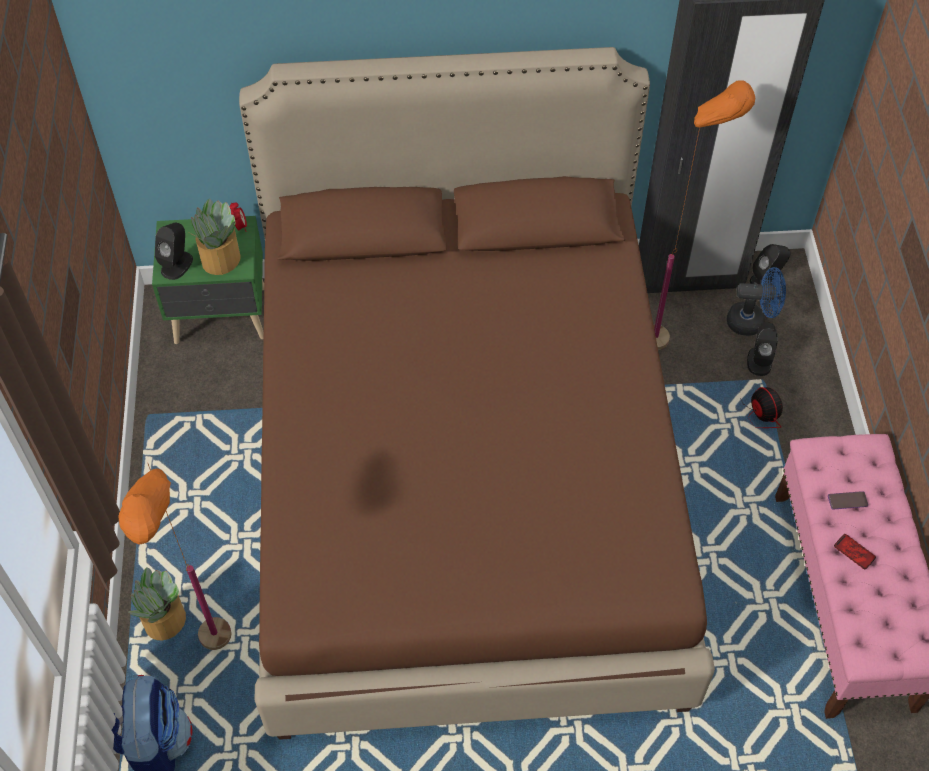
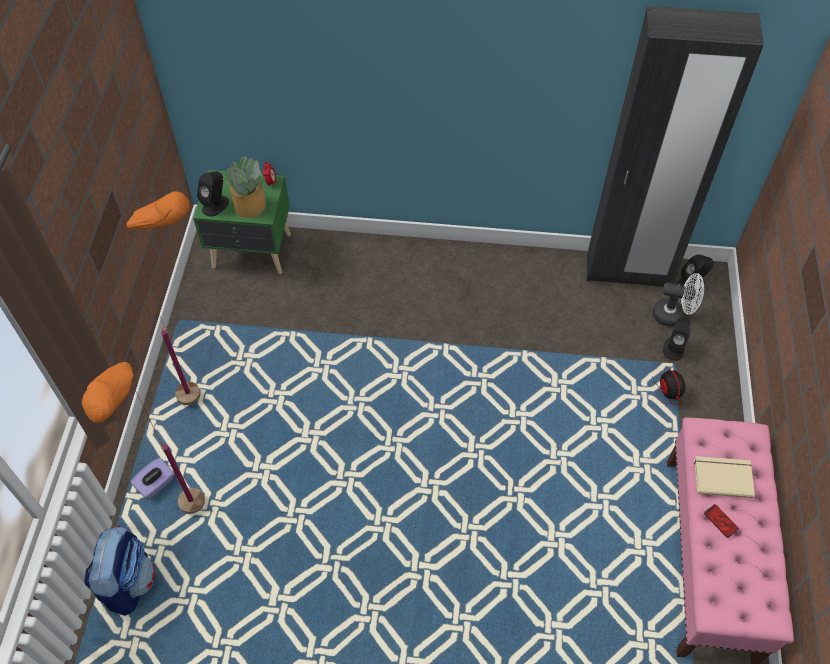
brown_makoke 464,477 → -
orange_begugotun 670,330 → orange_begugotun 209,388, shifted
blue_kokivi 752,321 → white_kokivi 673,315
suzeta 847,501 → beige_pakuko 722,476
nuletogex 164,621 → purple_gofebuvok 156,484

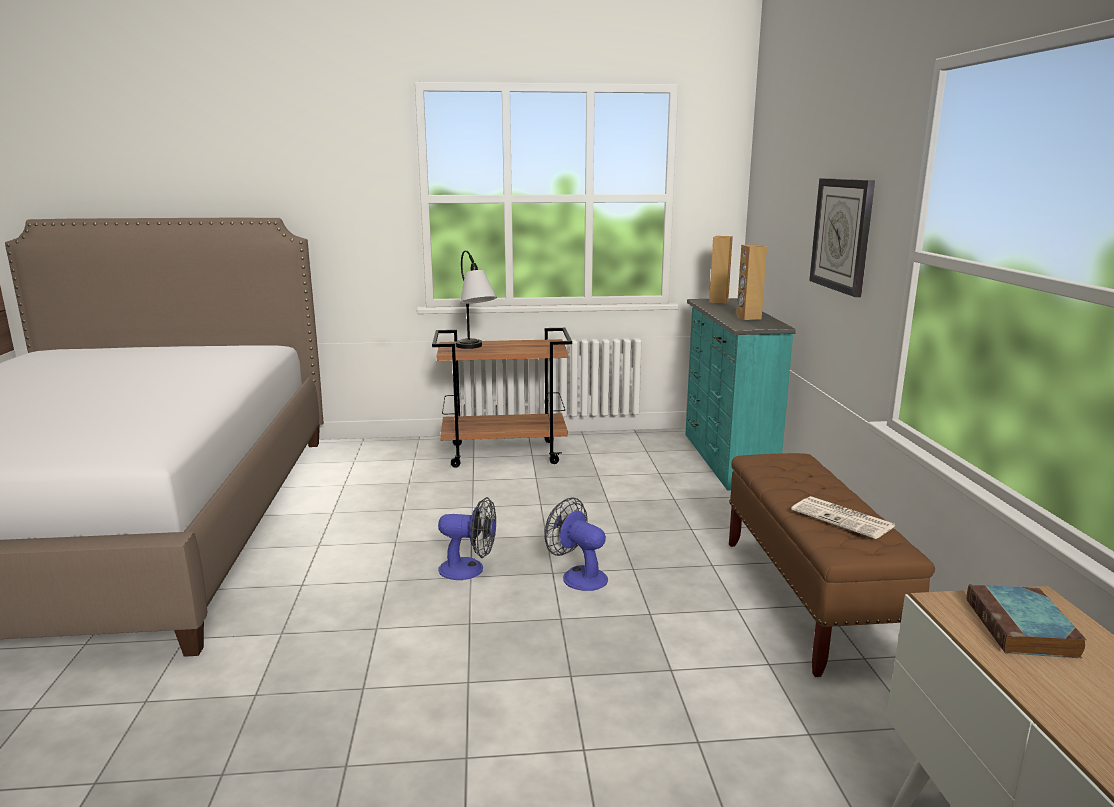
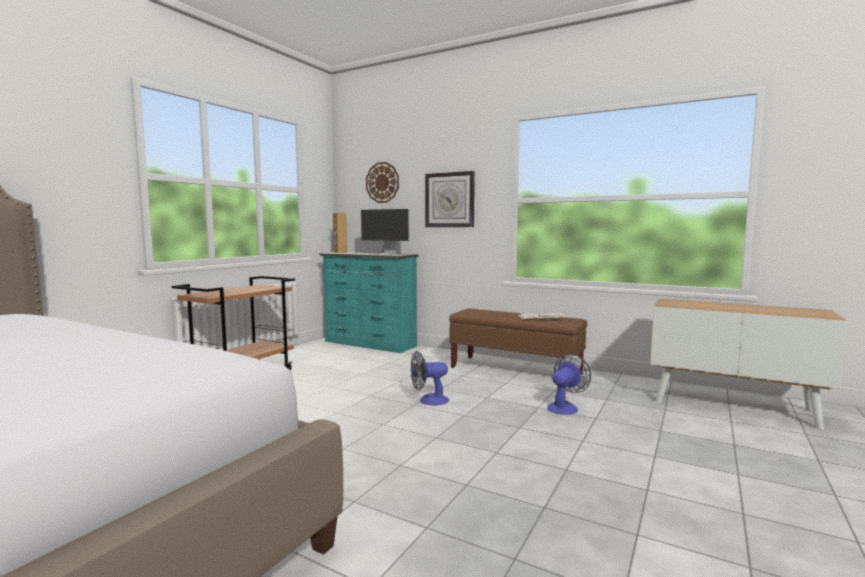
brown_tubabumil 748,317 → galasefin 383,253
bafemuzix 475,349 → -
kokivi 469,570 → kokivi 565,407, shifted
pakuko 1022,629 → -
- → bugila 382,182

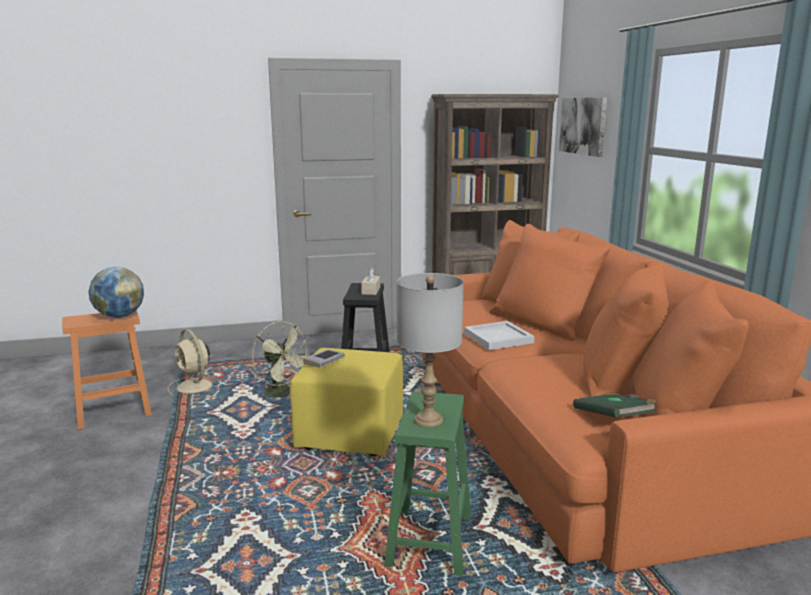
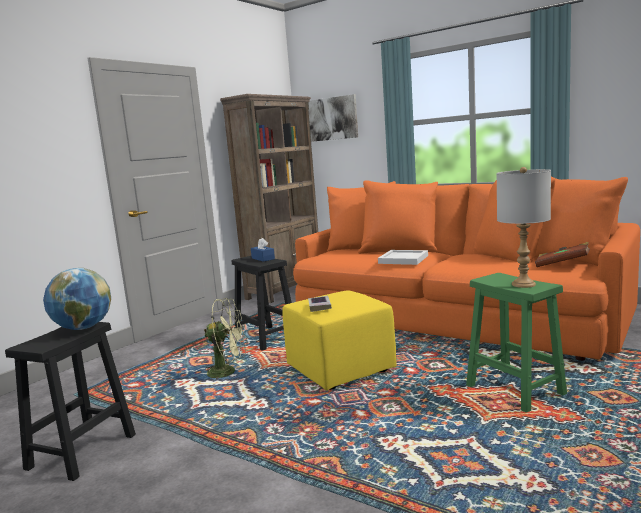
beige_gofebuvok 371,291 → blue_gofebuvok 263,258
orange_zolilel 115,411 → black_zolilel 83,450
beige_kokivi 195,387 → -
green_pakuko 613,419 → brown_pakuko 562,265

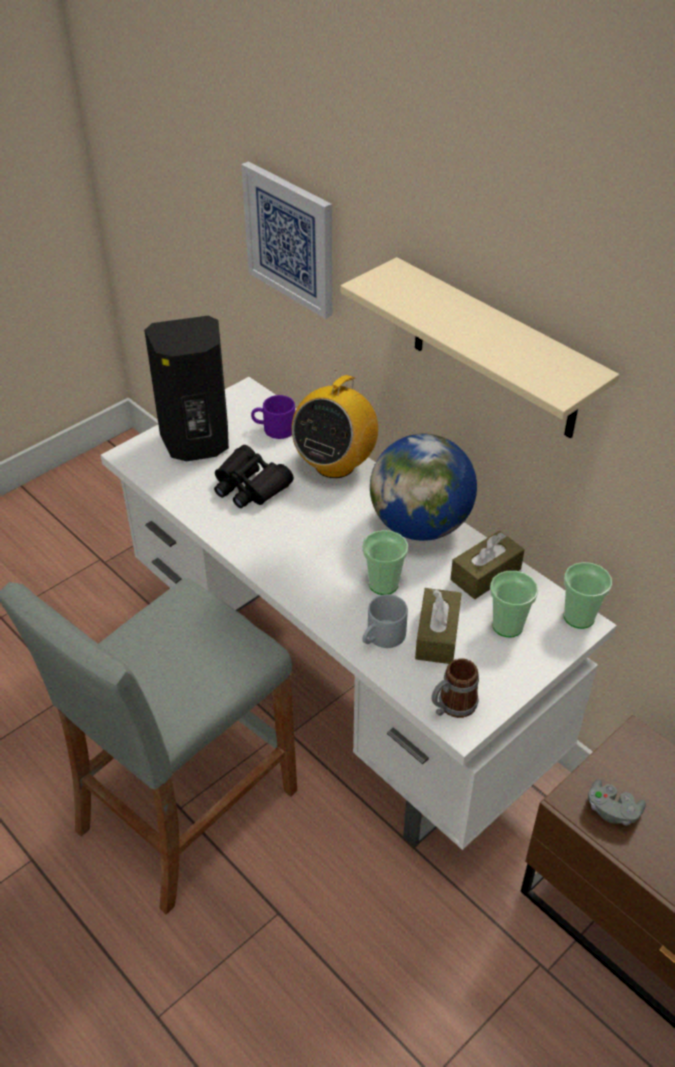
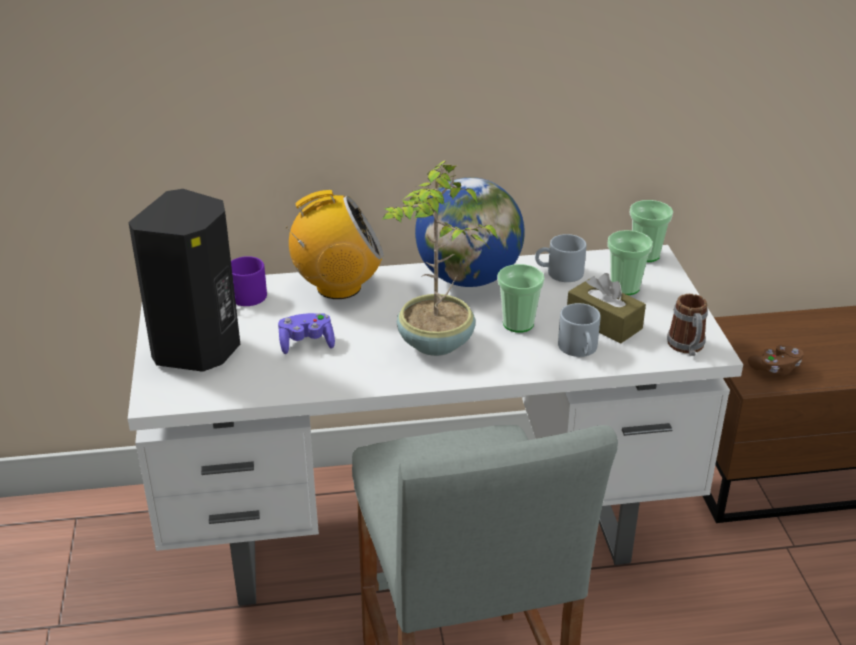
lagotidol 290,239 → -
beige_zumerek 495,351 → -
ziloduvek 335,464 → ziloduvek 338,287, 75 degrees counterclockwise
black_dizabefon 250,486 → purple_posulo 306,343
brown_gofebuvok 485,574 → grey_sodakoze 559,273
grey_posulo 612,810 → brown_posulo 775,369
- → nuletogex 435,344

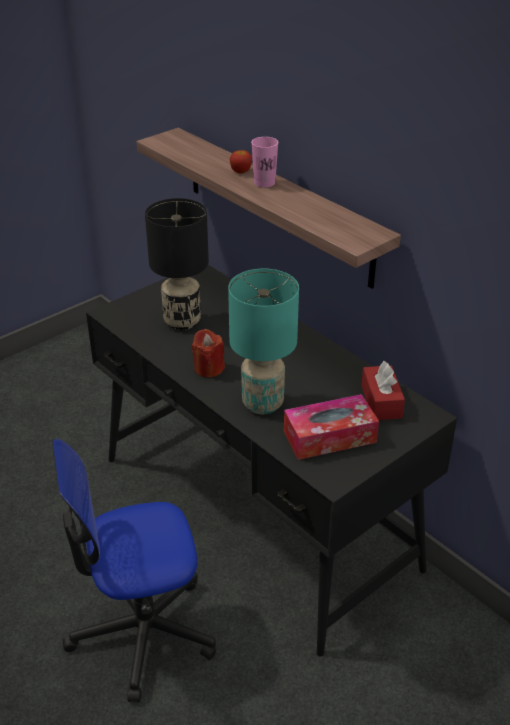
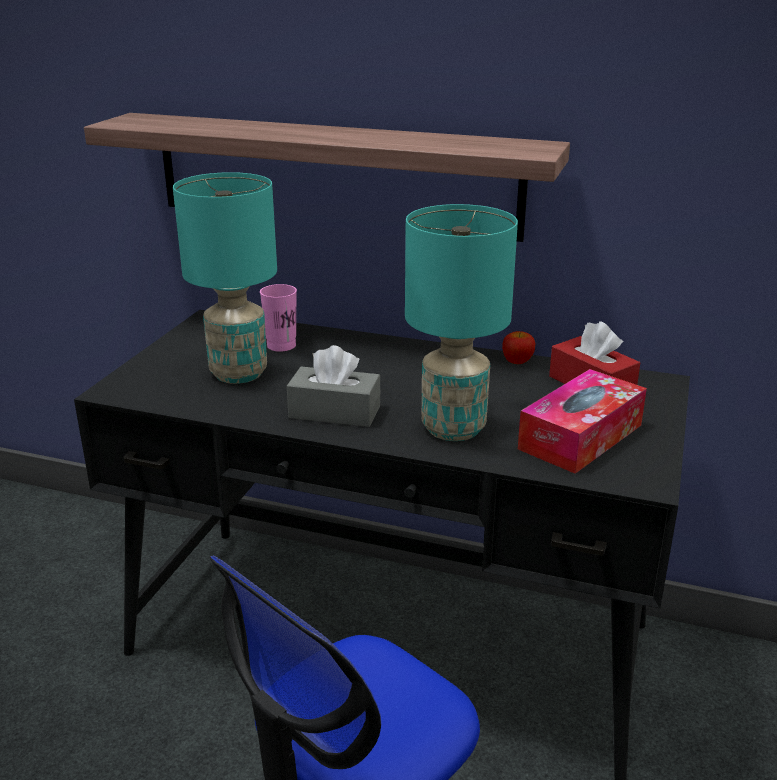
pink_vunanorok 264,183 → pink_vunanorok 281,345, shifted
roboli 241,171 → roboli 517,361, shifted
black_bafemuzix 183,321 → turquoise_bafemuzix 239,373
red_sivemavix 208,368 → grey_gofebuvok 334,412

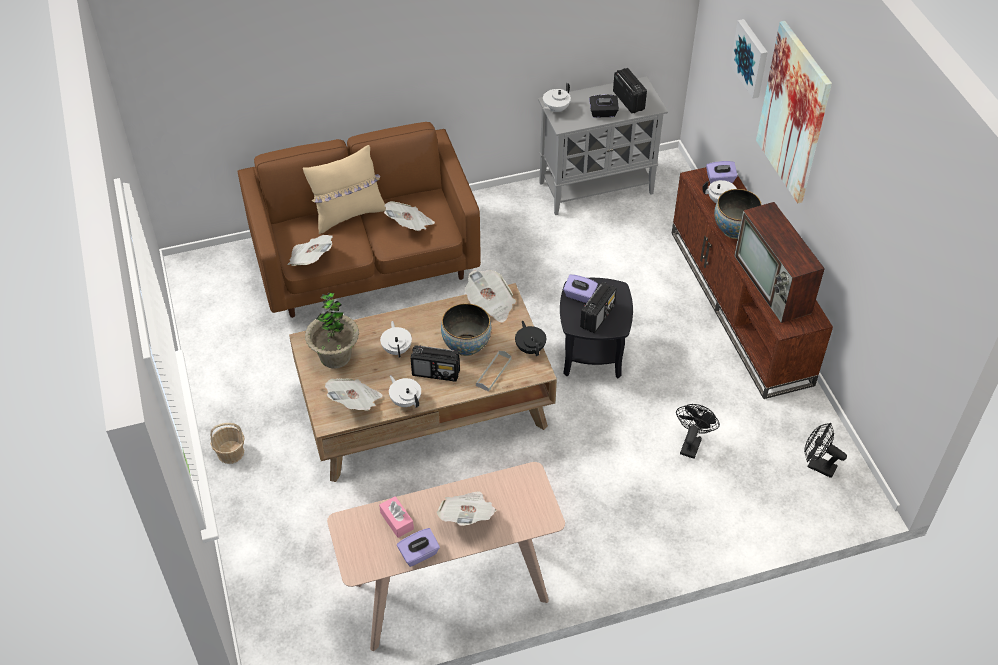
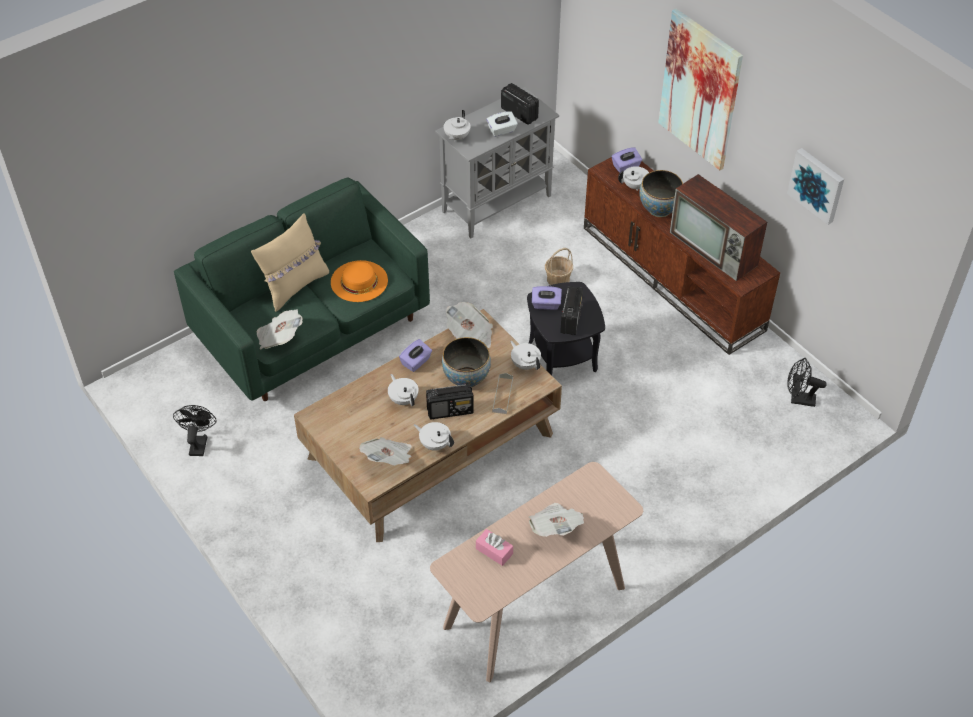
lagotidol 751,58 → lagotidol 817,185, shifted
black_gofebuvok 603,113 → white_gofebuvok 502,130
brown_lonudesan 366,263 → green_lonudesan 313,330
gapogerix 410,225 → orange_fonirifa 359,281
nuletogex 335,356 → -
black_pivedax 530,348 → white_pivedax 525,364
black_kokivi 691,443 → black_kokivi 198,443, shifted
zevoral 230,452 → zevoral 558,279, shifted
purple_gofebuvok 419,554 → purple_gofebuvok 416,362, shifted

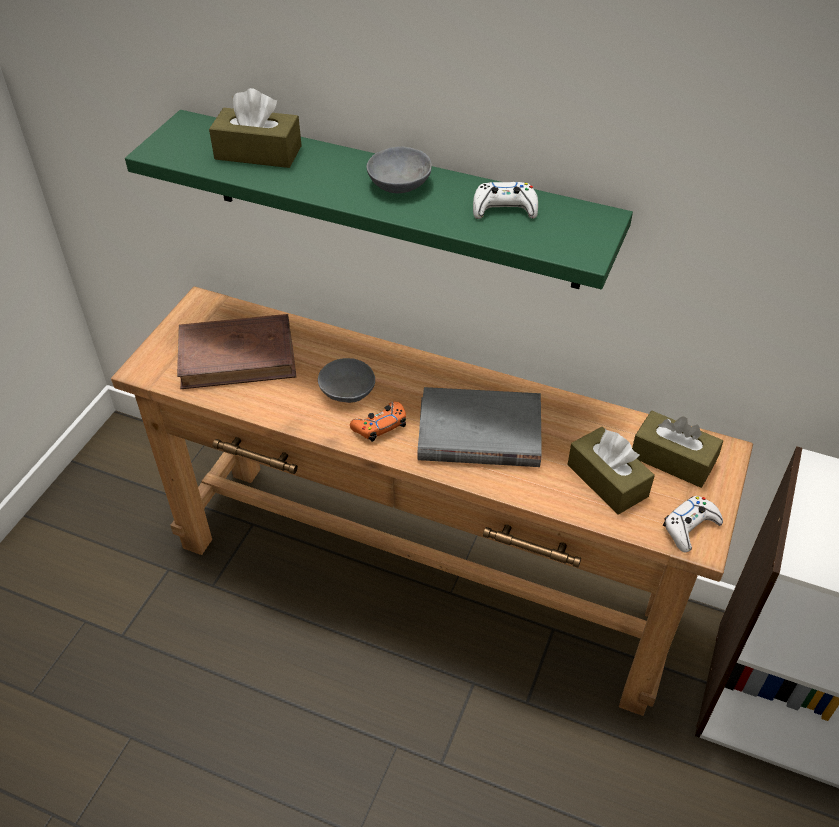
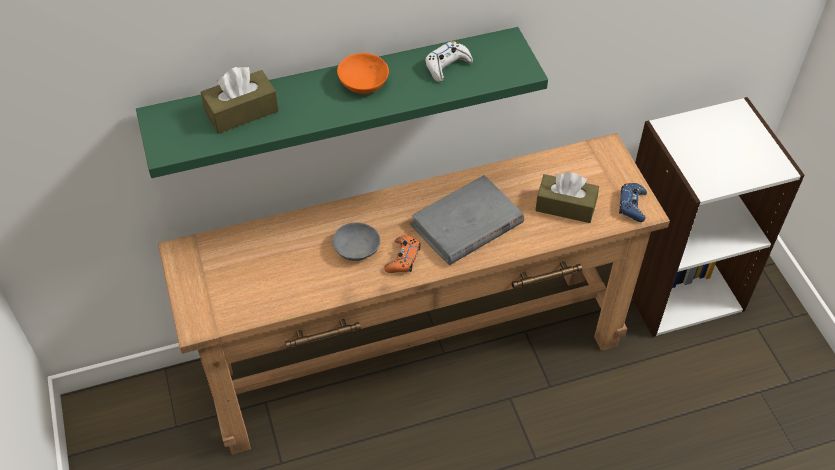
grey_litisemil 397,182 → orange_litisemil 361,83
brown_pakuko 238,356 → -
brown_gofebuvok 672,459 → -
white_posulo 690,527 → blue_posulo 632,205

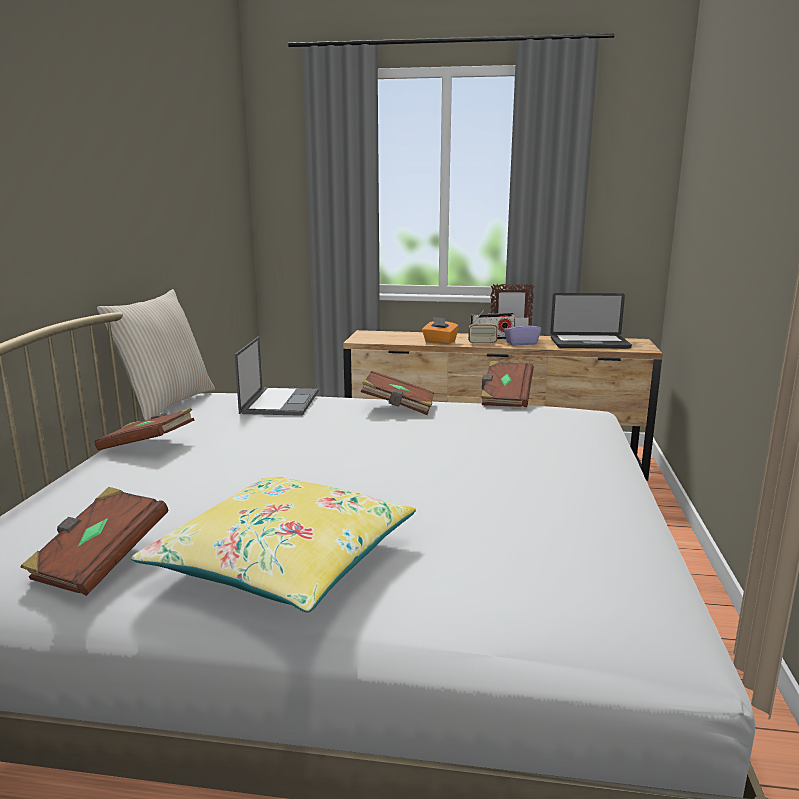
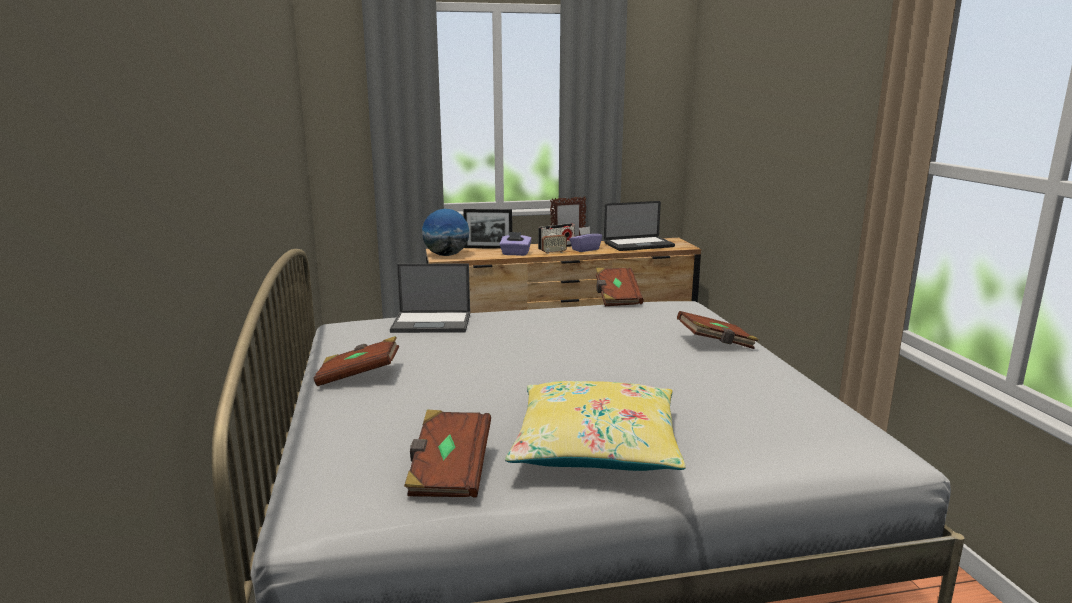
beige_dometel 166,403 → -
orange_gofebuvok 439,342 → purple_gofebuvok 515,254
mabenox 280,402 → mabenox 432,322, 105 degrees clockwise
brown_pakuko 398,407 → brown_pakuko 716,344, shifted
- → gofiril 446,255
- → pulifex 488,248

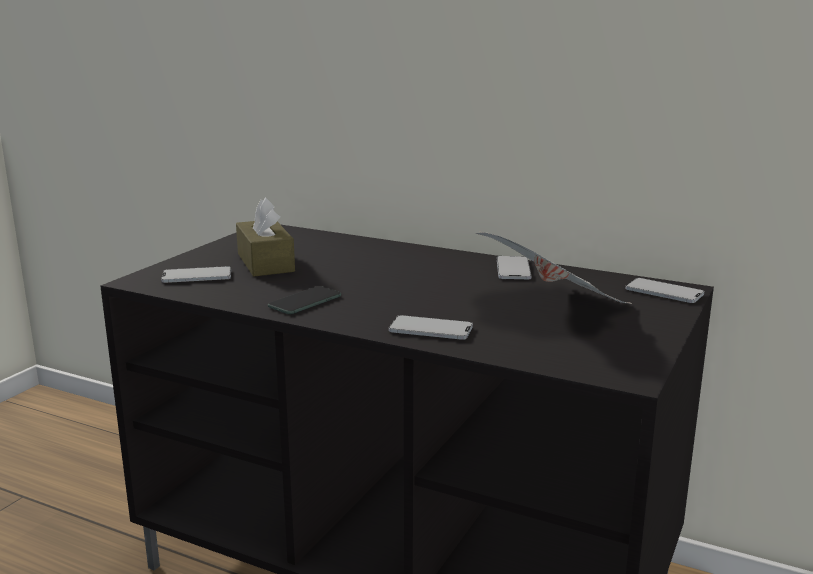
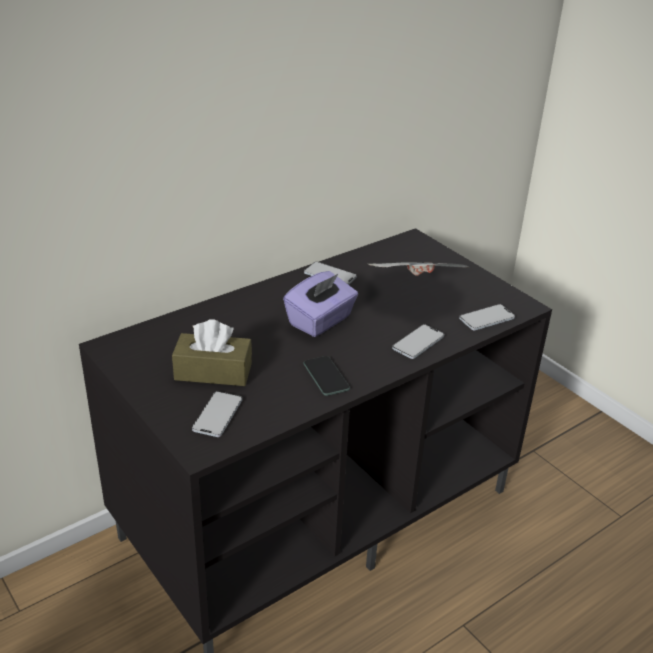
suzeta 664,292 → suzeta 486,318, shifted
- → purple_gofebuvok 320,321

